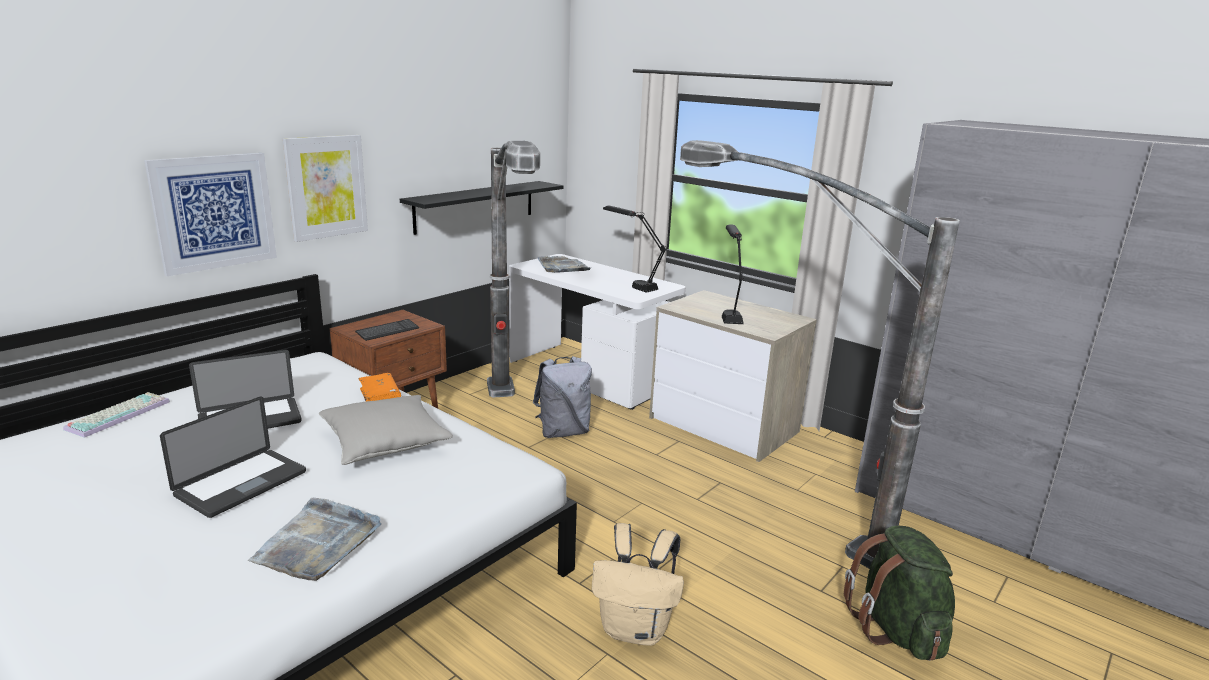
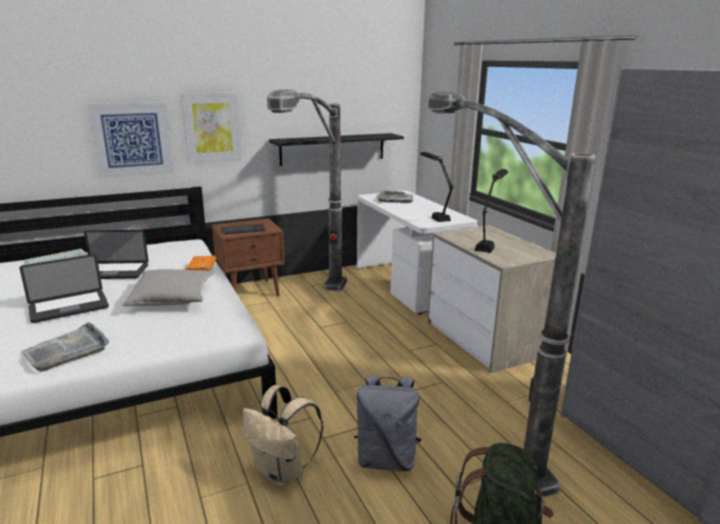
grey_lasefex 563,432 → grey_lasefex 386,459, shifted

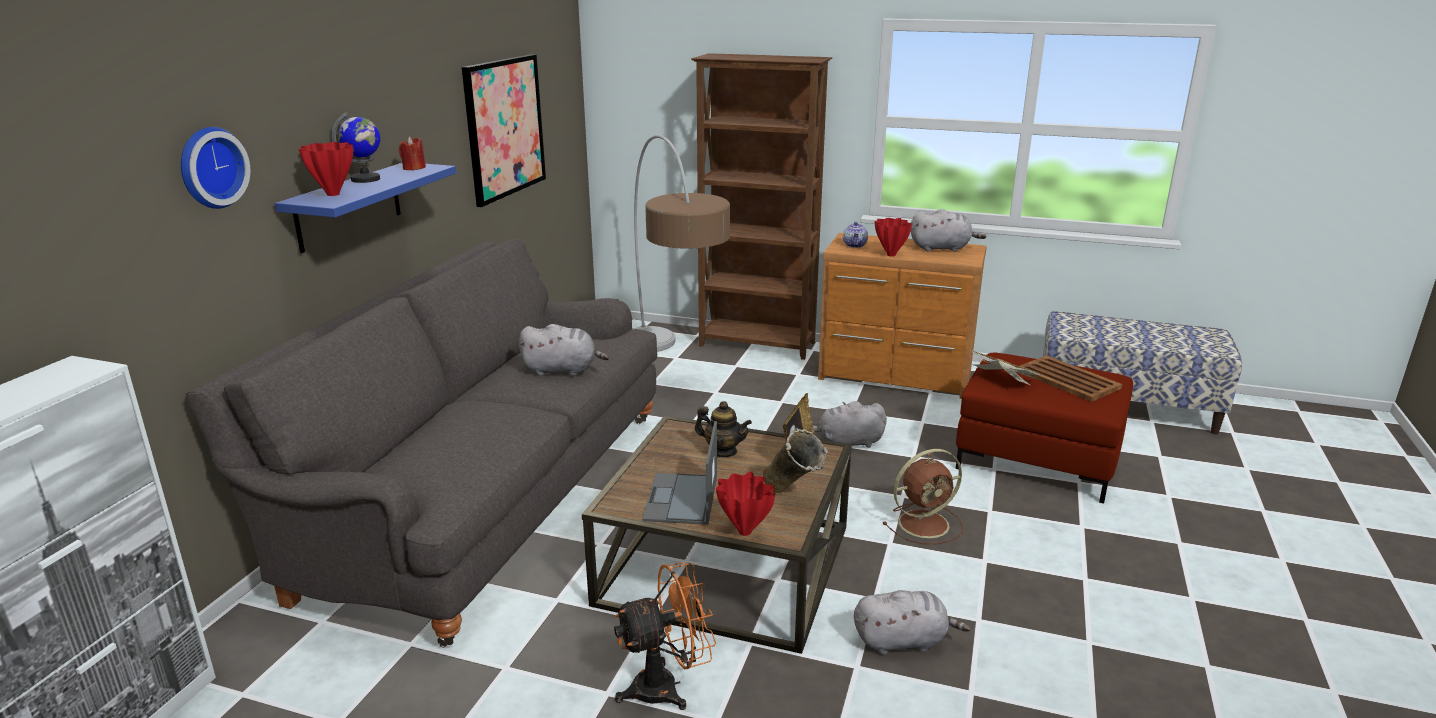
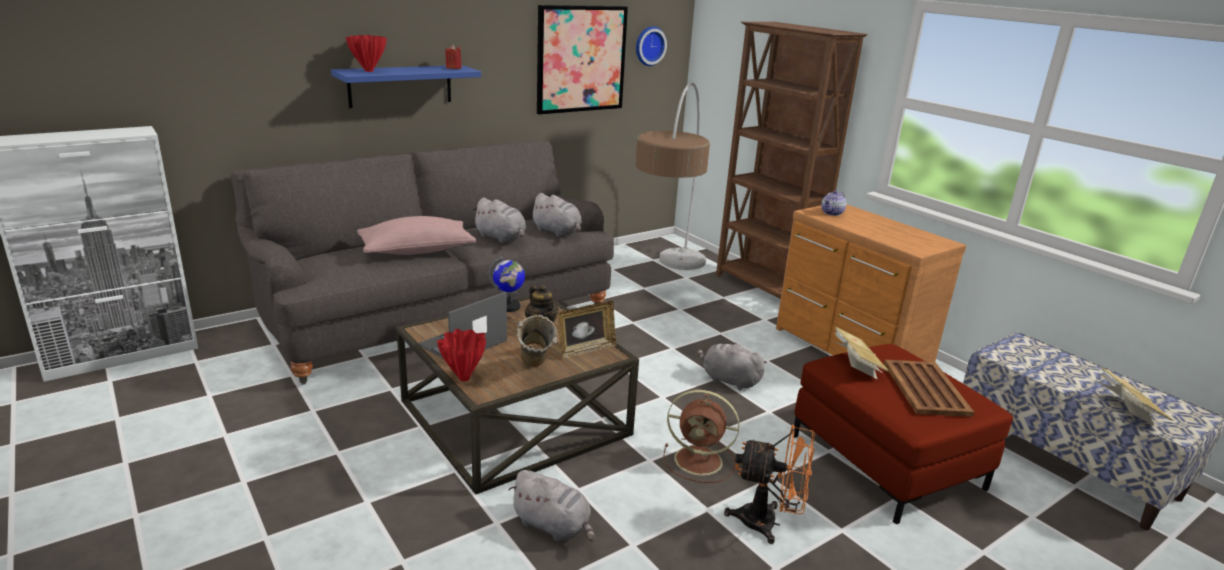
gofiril 366,179 → gofiril 509,307, shifted
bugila 209,167 → bugila 649,46, shifted
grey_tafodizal 942,248 → grey_tafodizal 558,232, shifted
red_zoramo 890,255 → -
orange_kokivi 667,686 → orange_kokivi 768,523, shifted
- → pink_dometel 417,251
- → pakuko 1126,410

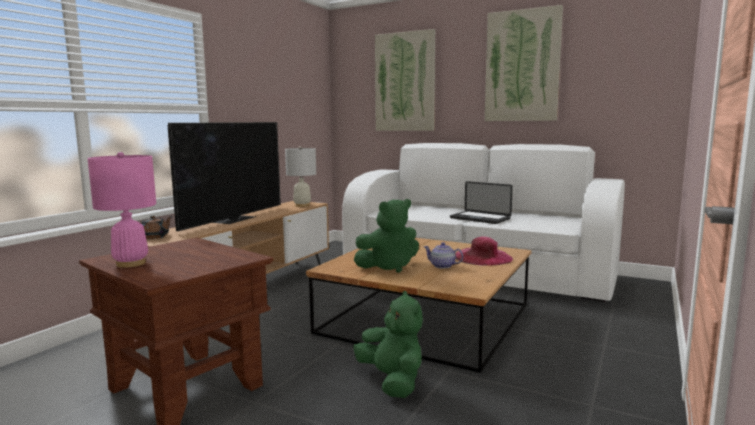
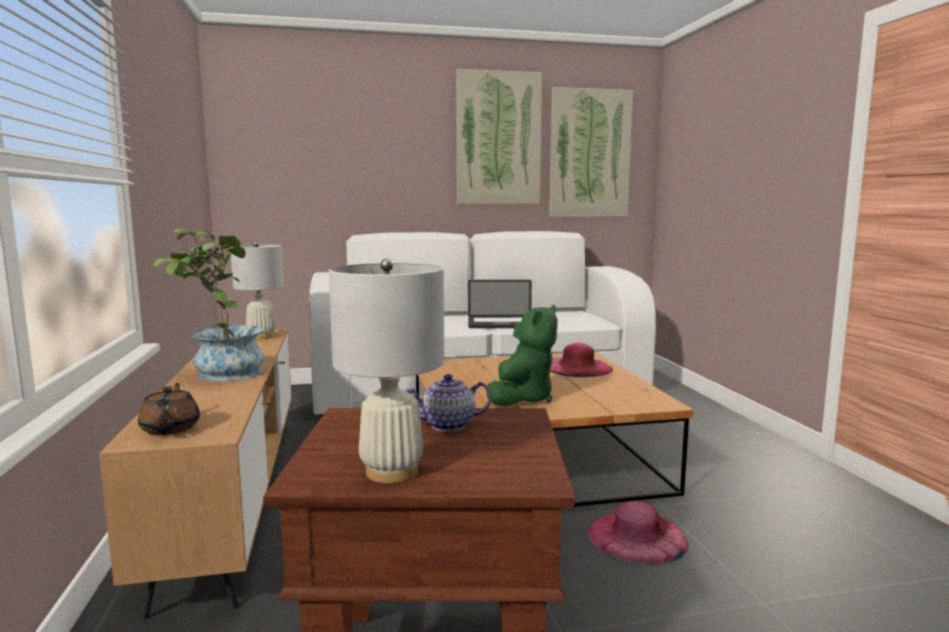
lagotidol 405,82 → lagotidol 589,154, shifted
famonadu 234,219 → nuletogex 219,373
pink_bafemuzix 130,263 → white_bafemuzix 391,472
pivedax 442,266 → pivedax 449,425, shifted
green_tafodizal 392,381 → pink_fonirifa 637,537

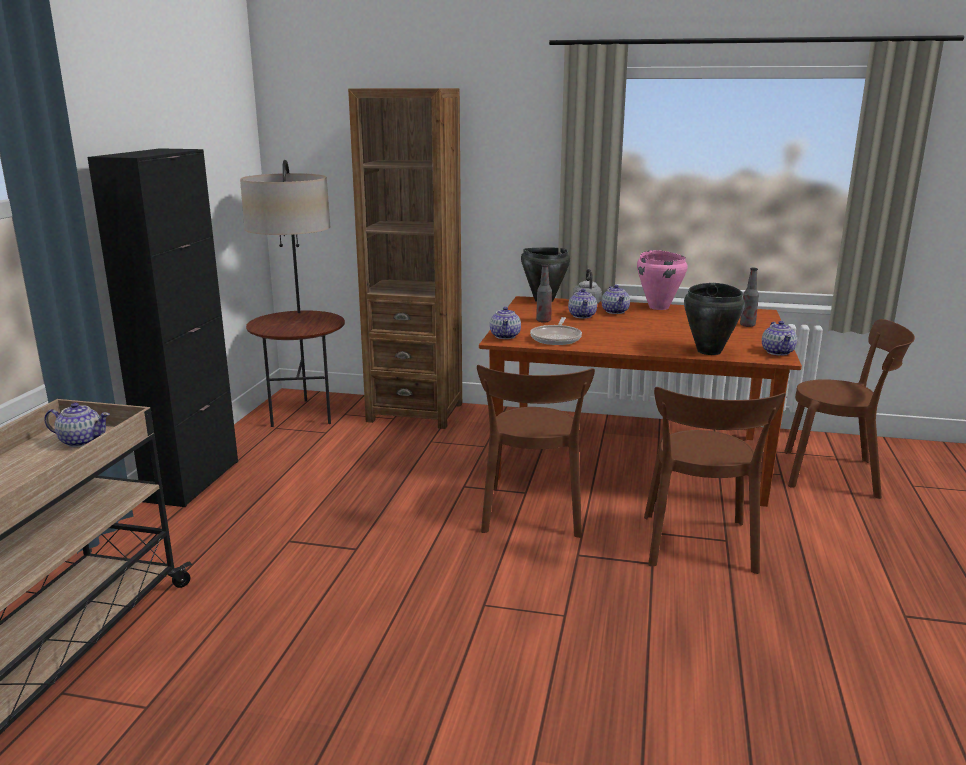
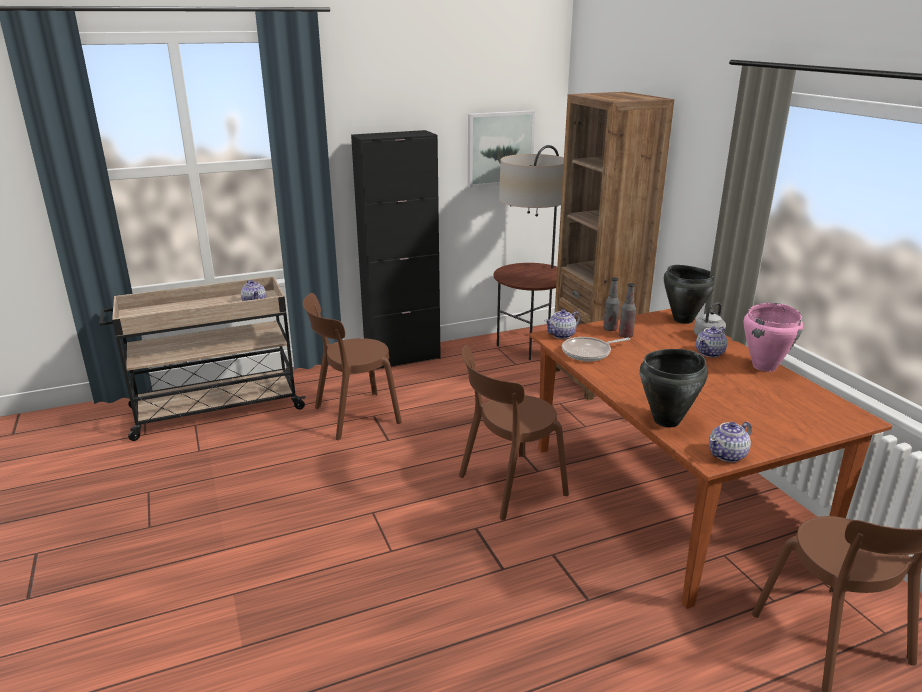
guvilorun 747,325 → guvilorun 610,329, shifted
pivedax 582,315 → -
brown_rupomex 698,547 → brown_rupomex 352,416, shifted
- → lagotidol 500,148

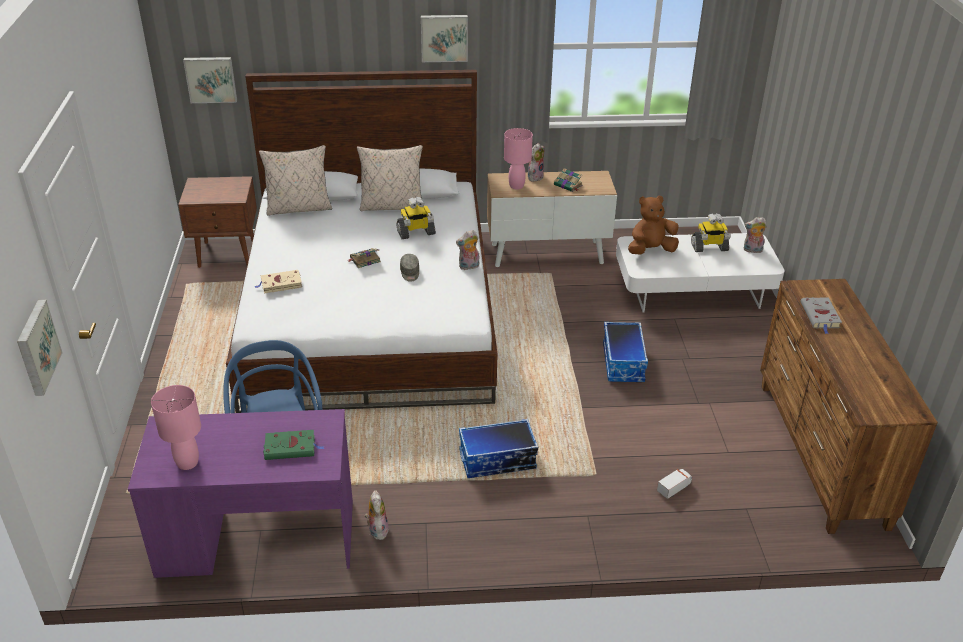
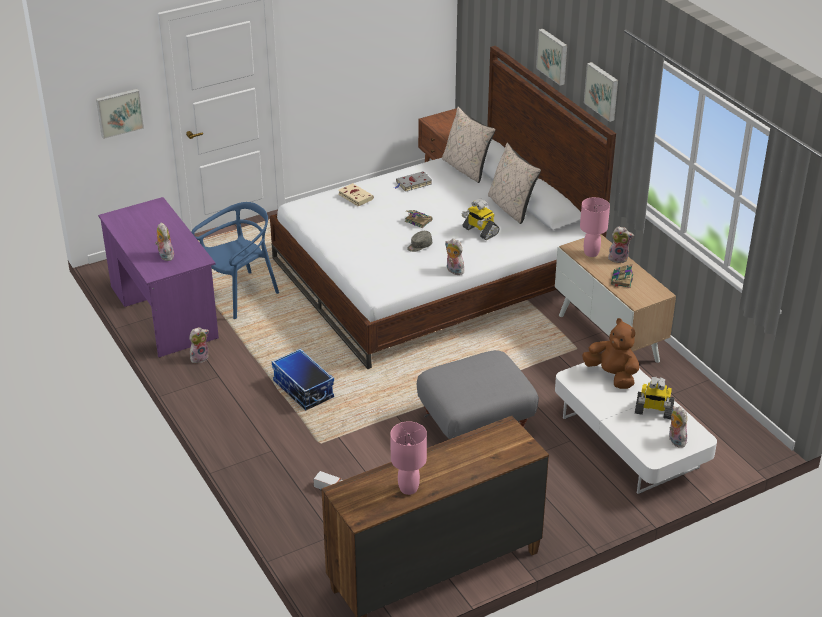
lagotidol 211,79 → lagotidol 553,56, shifted
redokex 709,247 → redokex 653,411, 45 degrees counterclockwise
grey_pakuko 820,316 → grey_pakuko 413,183, shifted
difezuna 623,363 → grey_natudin 475,425
pink_bafemuzix 187,463 → pink_bafemuzix 408,488, shifted
green_pakuko 291,448 → tafodizal 165,255

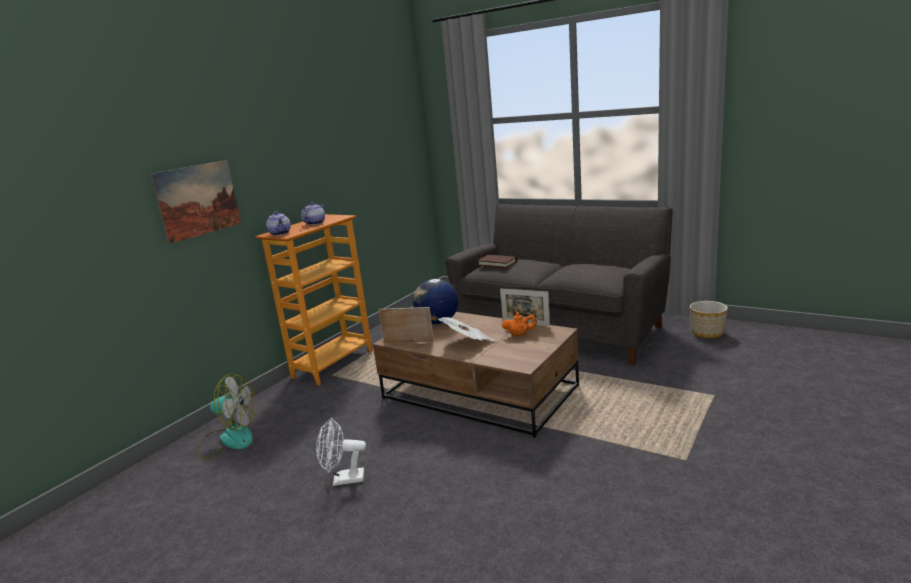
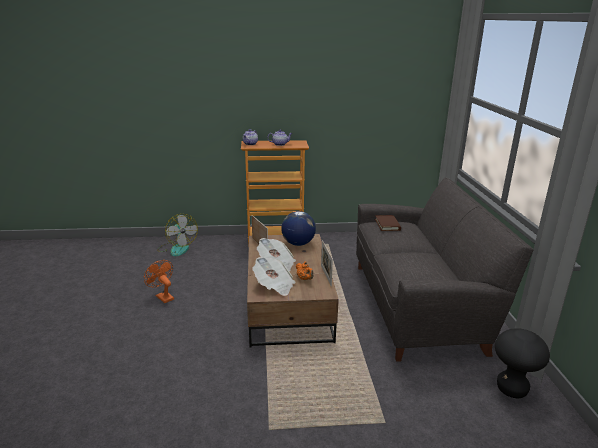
lagotidol 198,200 → -
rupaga 707,333 → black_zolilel 511,389
white_kokivi 343,480 → orange_kokivi 162,296
- → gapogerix 274,286

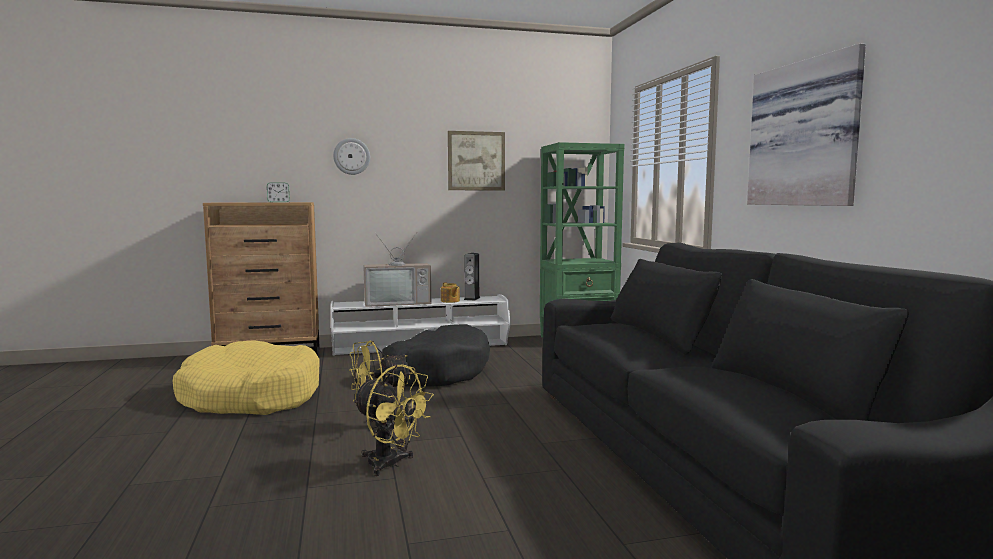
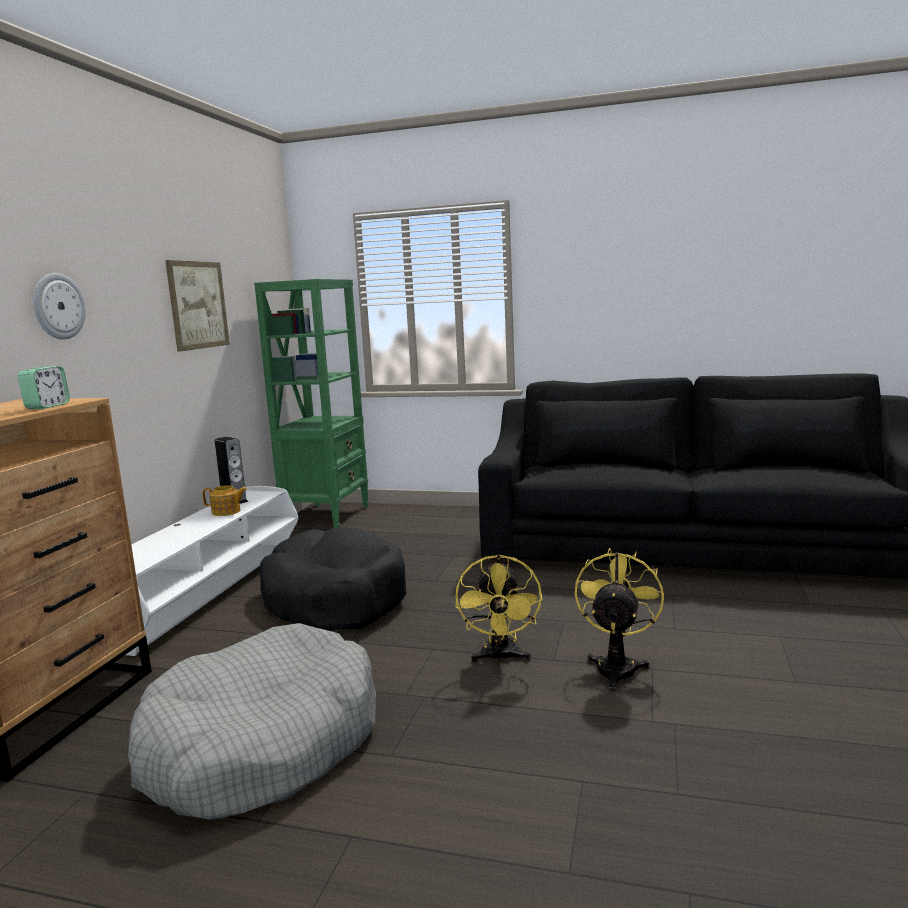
lagotidol 806,134 → -
famonadu 398,302 → -
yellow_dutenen 250,397 → grey_dutenen 262,744
yellow_kokivi 391,464 → yellow_kokivi 617,666, 45 degrees counterclockwise

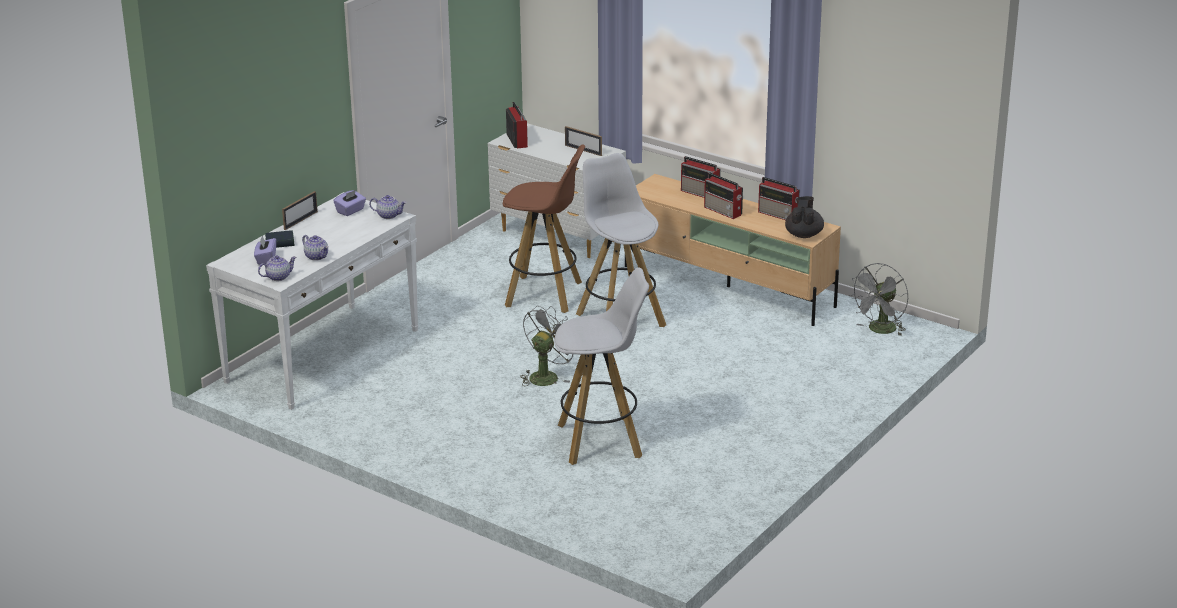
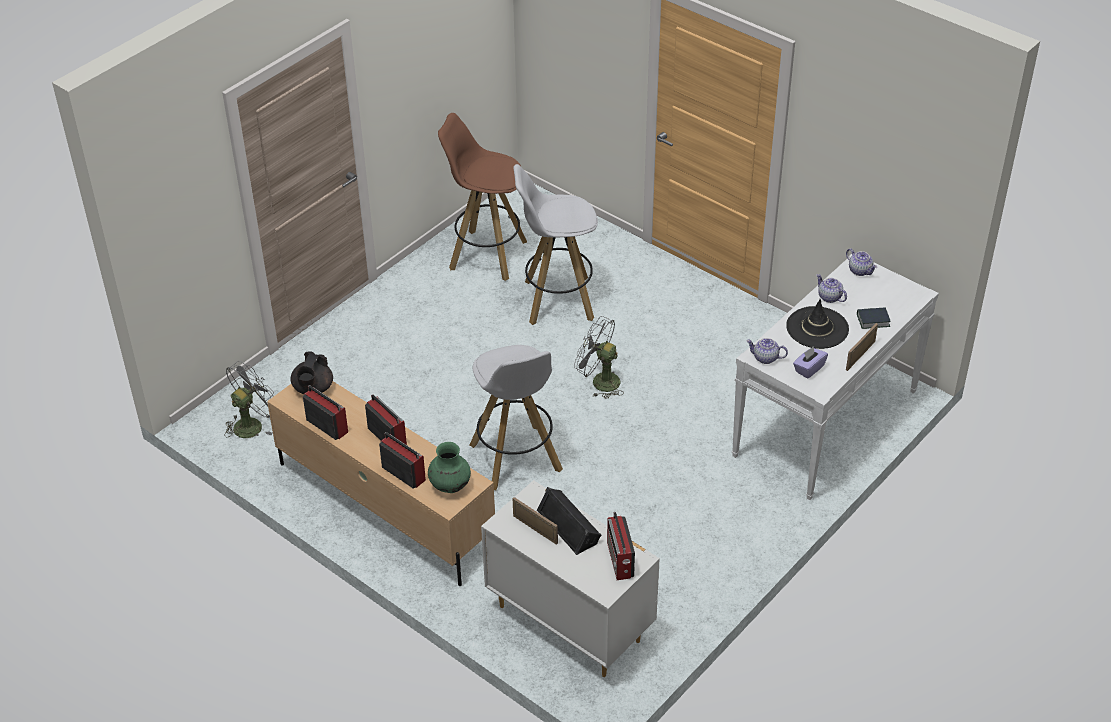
brown_zolilel 545,294 → brown_zolilel 486,255, shifted
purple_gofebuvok 266,259 → -
pivedax 278,277 → pivedax 860,270, 105 degrees counterclockwise
grey_kokivi 547,376 → grey_kokivi 599,381, 75 degrees clockwise
- → black_fonirifa 817,328
- → green_zoramo 450,485
- → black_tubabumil 569,525

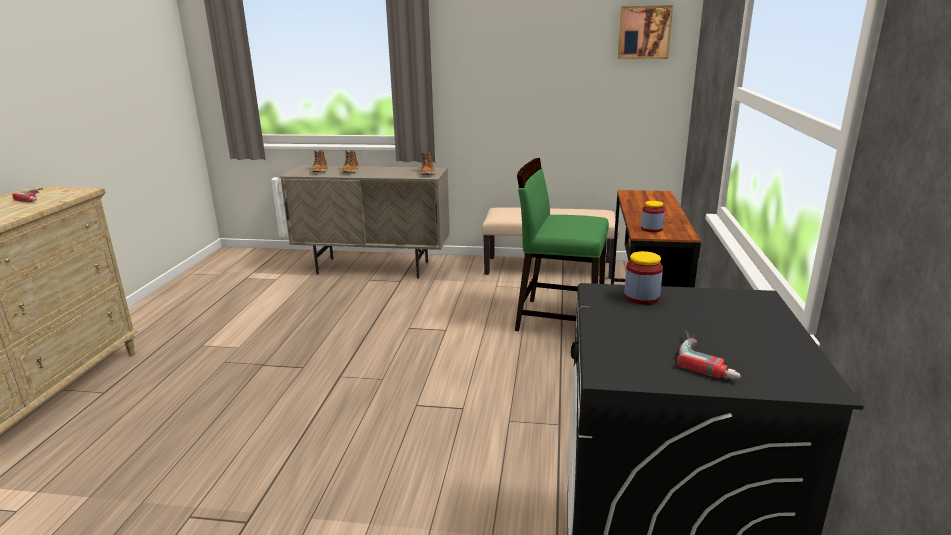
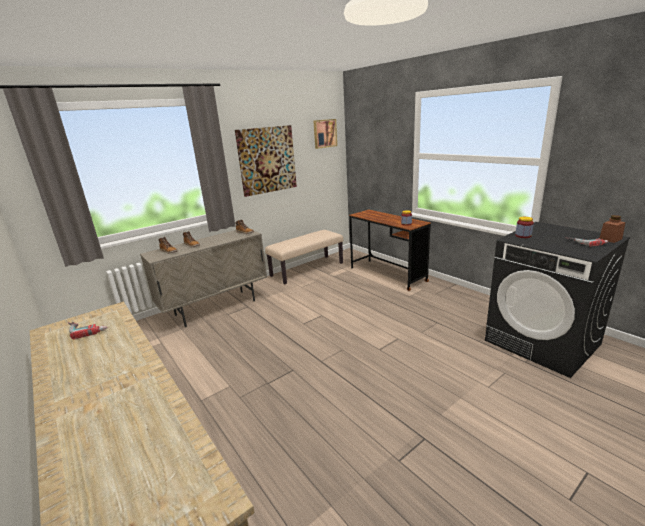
green_rupomex 559,318 → -
- → lagotidol 267,160
- → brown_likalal 610,239

